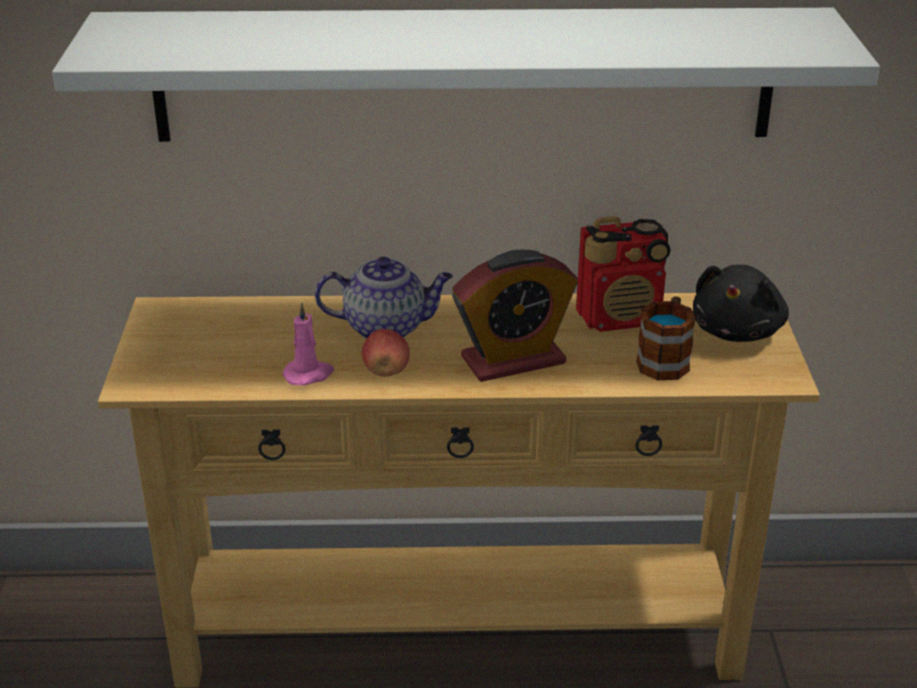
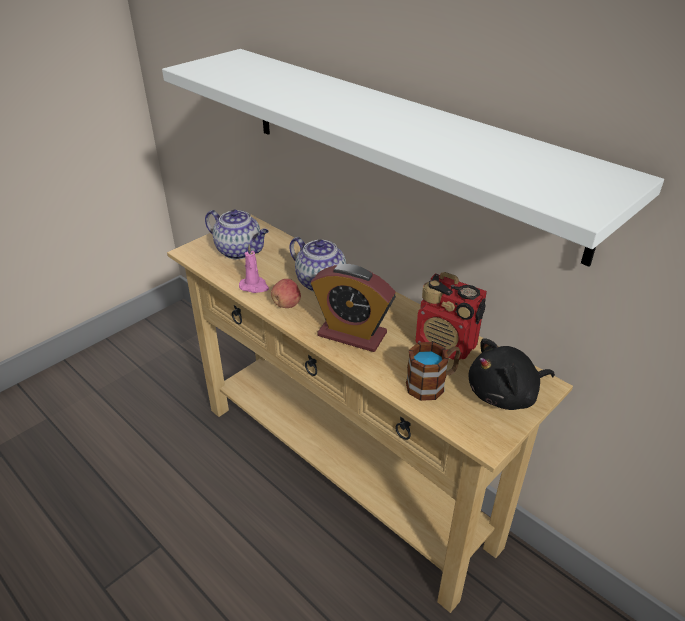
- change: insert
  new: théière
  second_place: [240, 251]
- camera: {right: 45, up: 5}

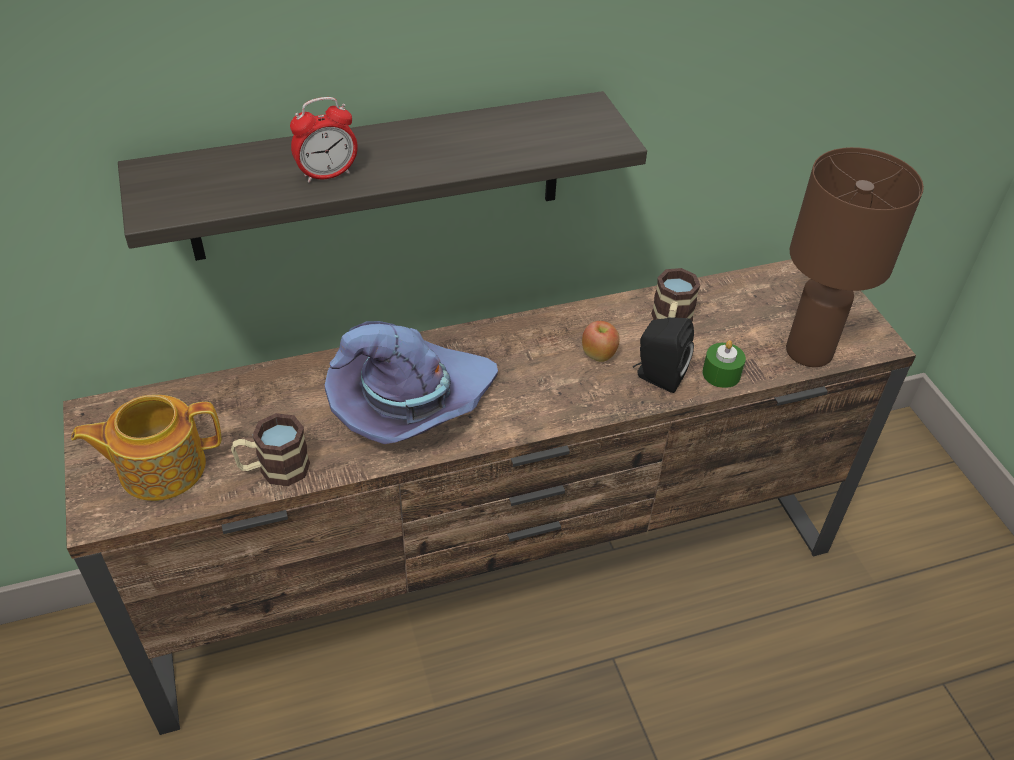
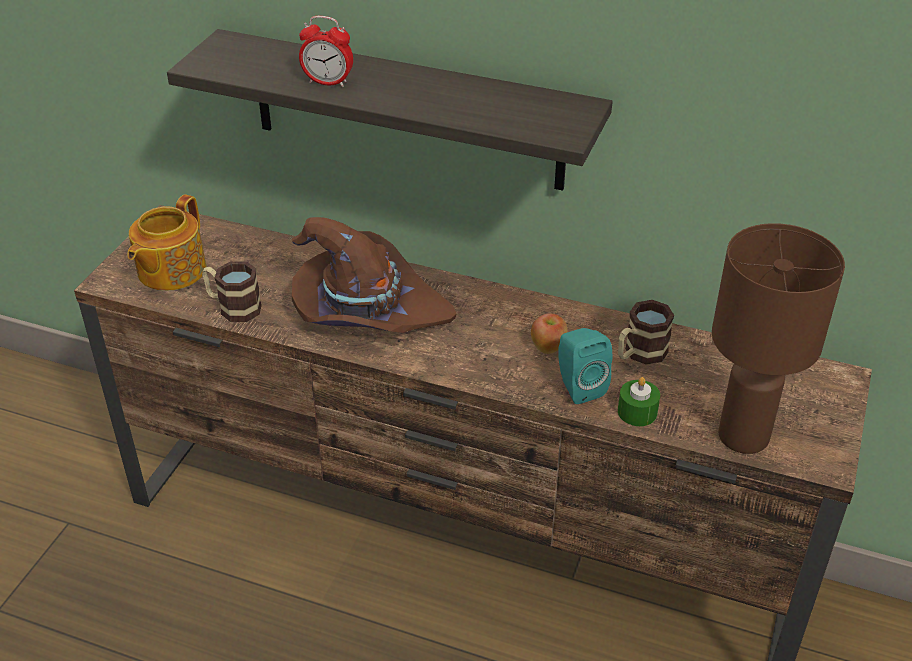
- change: rotate
  old: théière
  first_place: [160, 467]
  second_place: [170, 271]
  degrees: -90
- change: recolor
  old: chapeau/violet
  new: chapeau/marron
  first_place: [409, 402]
  second_place: [367, 310]
- change: recolor
  old: enceinte/noir
  new: enceinte/turquoise
  first_place: [657, 376]
  second_place: [578, 386]
- camera: {right: 40, up: -5}

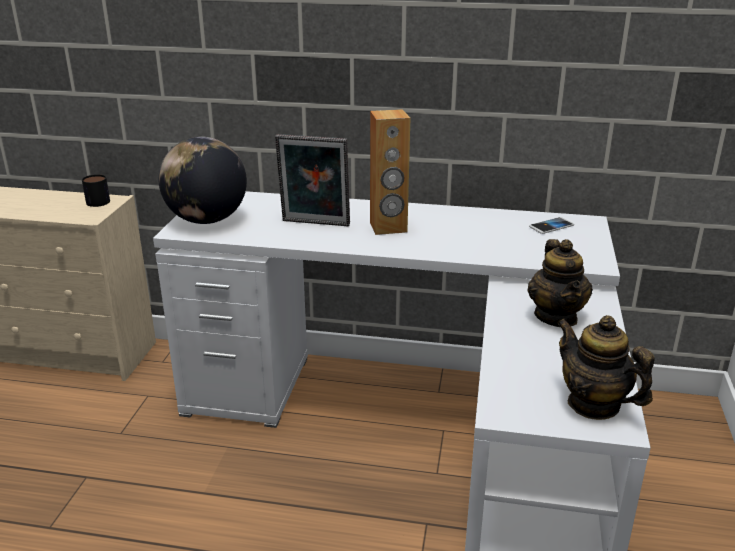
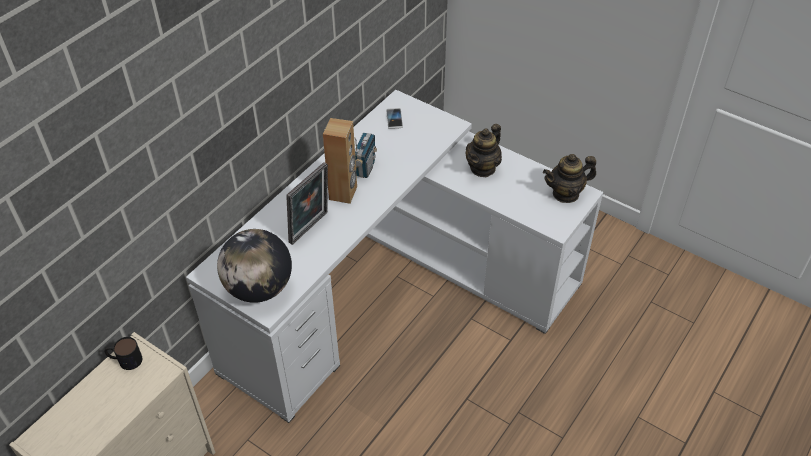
- change: insert
  new: radio
  second_place: [364, 168]
- change: rotate
  old: théière
  first_place: [556, 317]
  second_place: [483, 168]
  degrees: 105
- camera: {right: -65, up: 20}

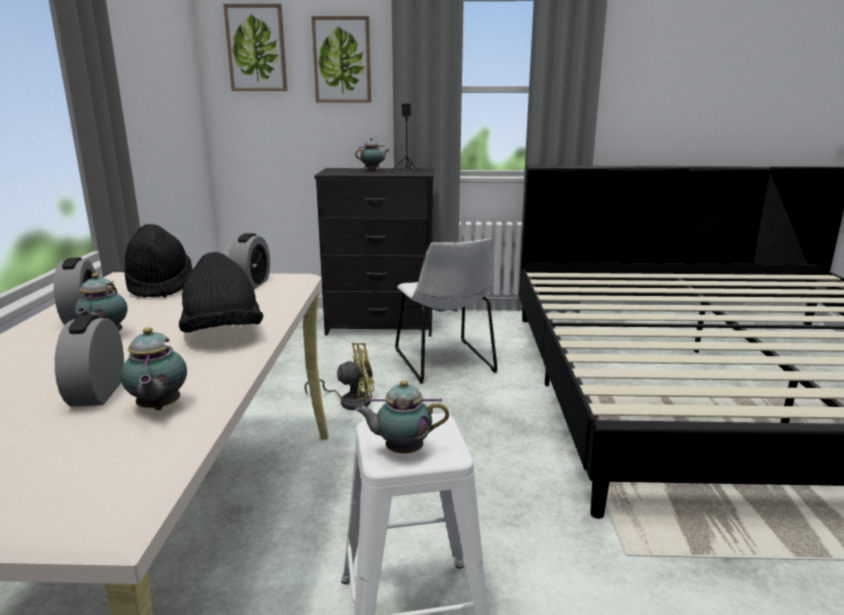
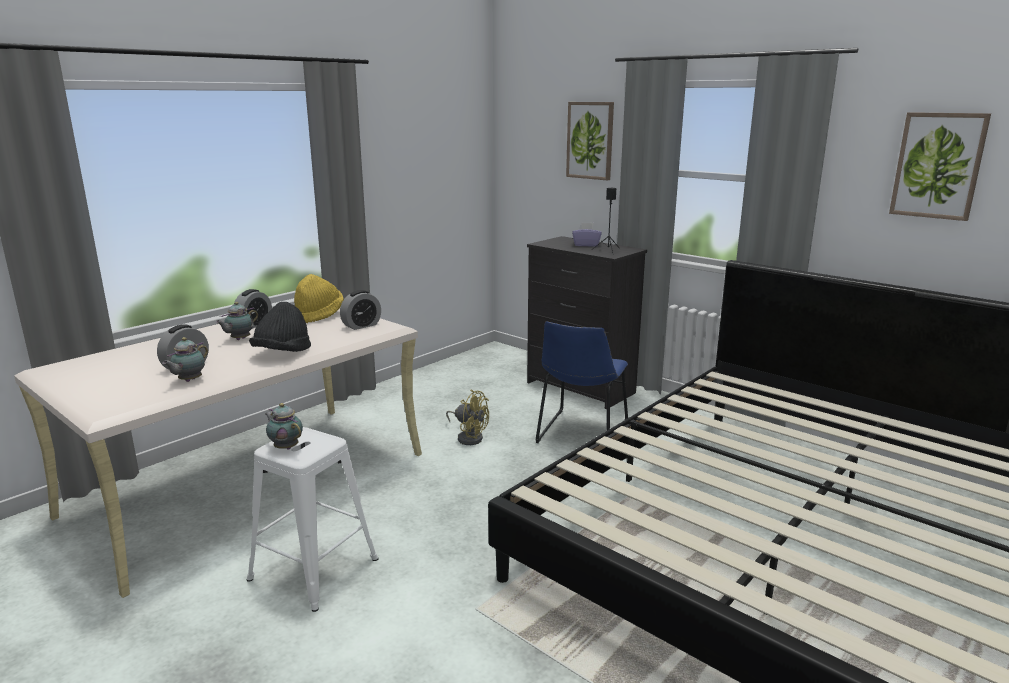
- change: recolor
  old: chapeau/noir
  new: chapeau/jaune
  first_place: [160, 286]
  second_place: [319, 315]
- change: recolor
  old: chaise/blanc
  new: chaise/bleu
  first_place: [445, 362]
  second_place: [581, 434]
- change: replace
  old: théière
  new: boîte à mouchoirs/violet
  first_place: [373, 170]
  second_place: [586, 245]
- change: move
  old: tableau
  first_place: [256, 48]
  second_place: [938, 165]
- camera: {right: 40, up: 0}

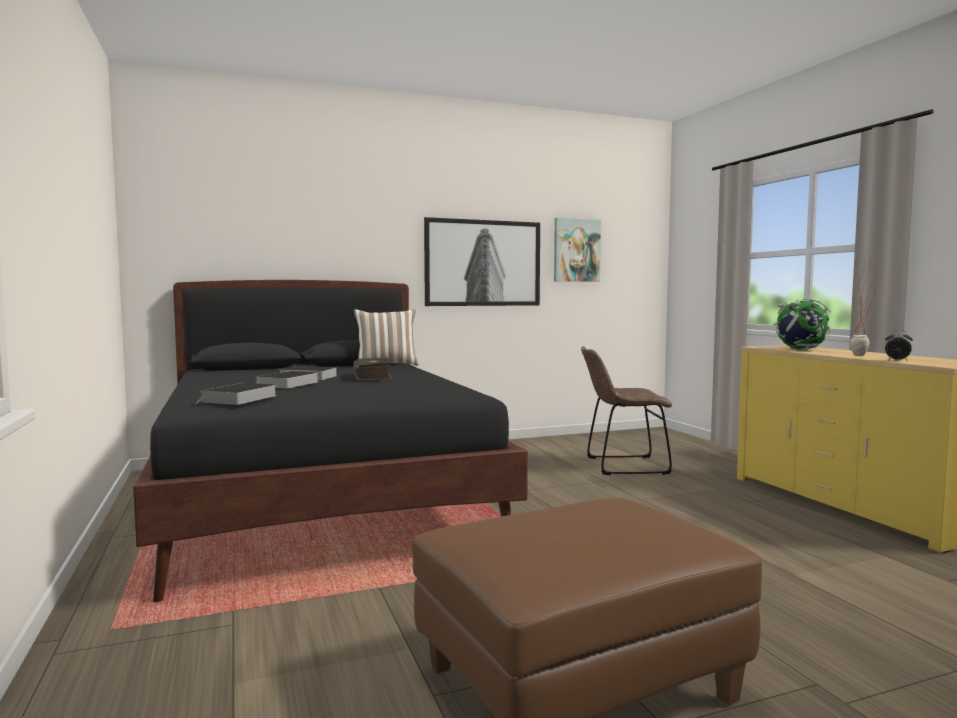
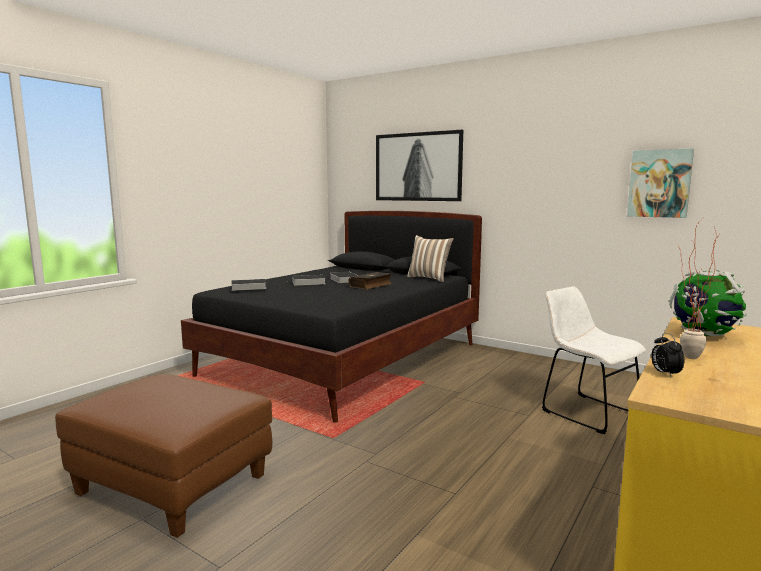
- change: move
  old: tableau
  first_place: [483, 263]
  second_place: [418, 167]
- change: recolor
  old: chaise/marron
  new: chaise/blanc
  first_place: [622, 466]
  second_place: [585, 411]
- camera: {right: 55, up: 5}

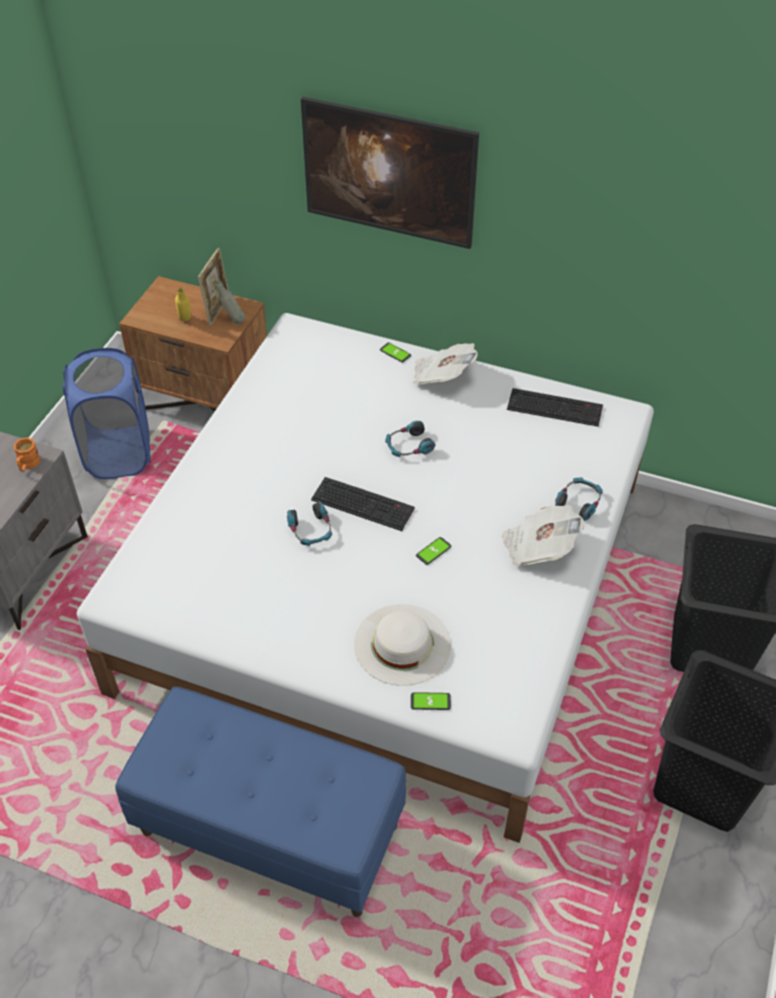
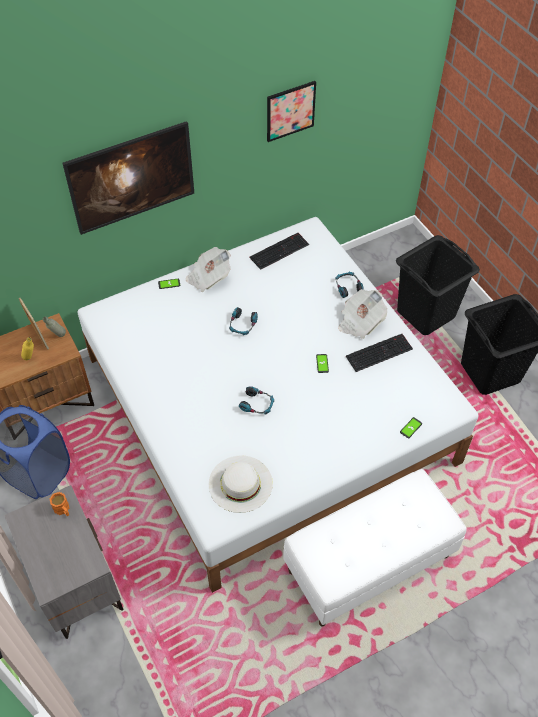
- change: move
  old: chapeau/blanc
  first_place: [402, 644]
  second_place: [240, 483]
- change: insert
  new: tableau
  second_place: [290, 111]
- change: recolor
  old: banc/bleu
  new: banc/blanc
  first_place: [271, 828]
  second_place: [369, 562]
- change: move
  old: clavier
  first_place: [364, 503]
  second_place: [379, 352]
- camera: {right: -50, up: 5}

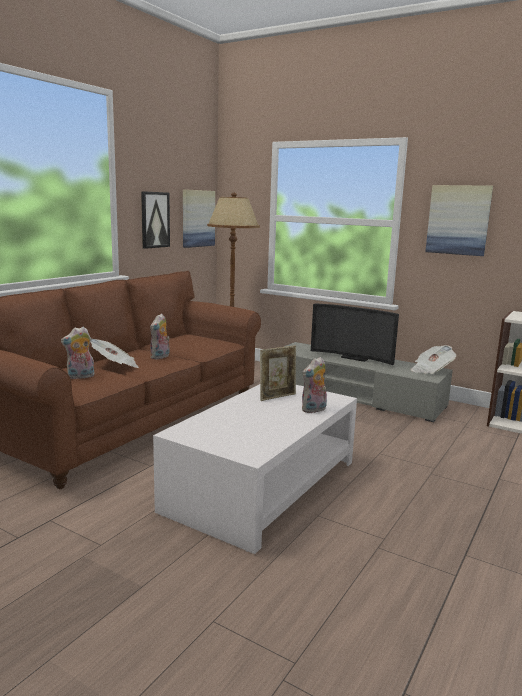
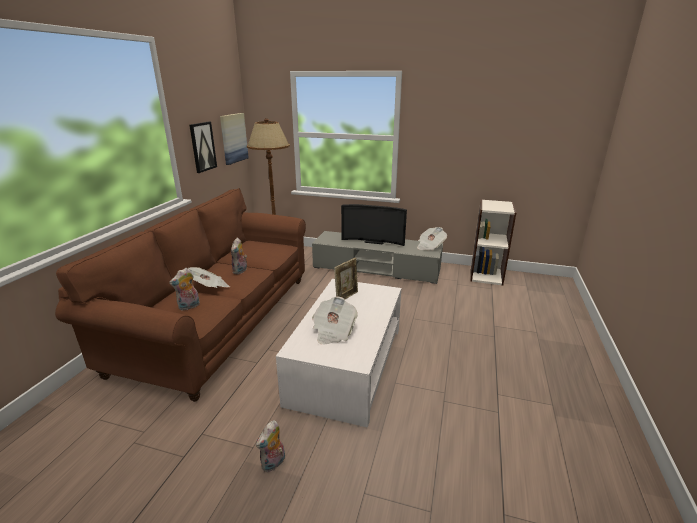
- change: move
  old: peluche
  first_place: [314, 410]
  second_place: [273, 463]
- change: insert
  new: journal
  second_place: [333, 331]
- change: delete
  old: tableau
  first_place: [458, 220]
- camera: {right: -15, up: 10}

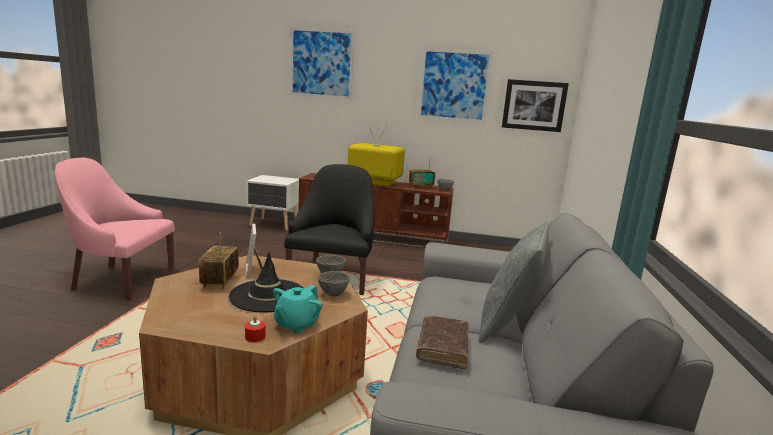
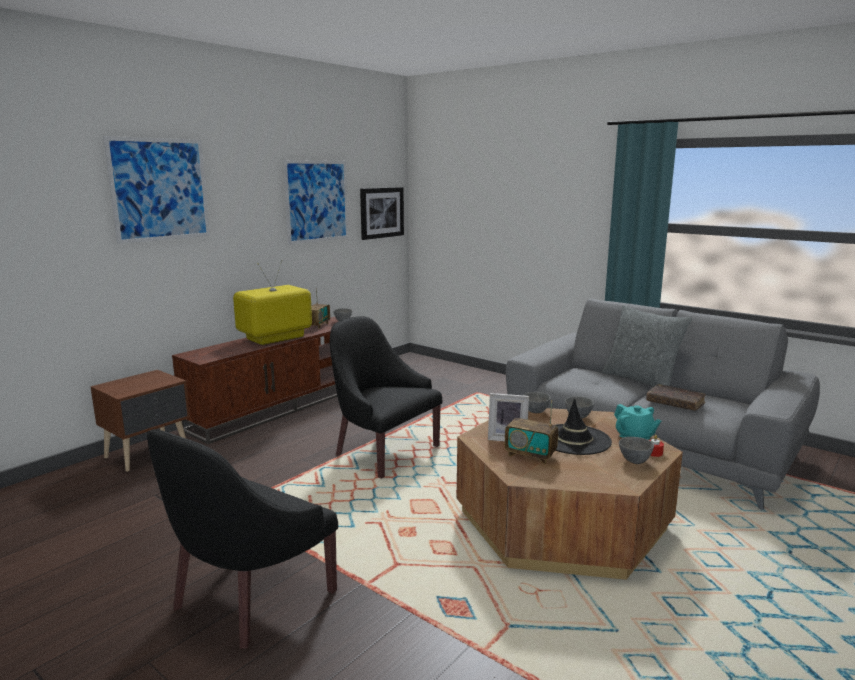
- change: recolor
  old: table de chevet/blanc
  new: table de chevet/marron
  first_place: [274, 225]
  second_place: [149, 453]
- change: recolor
  old: fauteuil/rose
  new: fauteuil/noir
  first_place: [121, 280]
  second_place: [248, 597]
- change: insert
  new: bol/gris
  second_place: [635, 462]
- camera: {right: -60, up: 0}

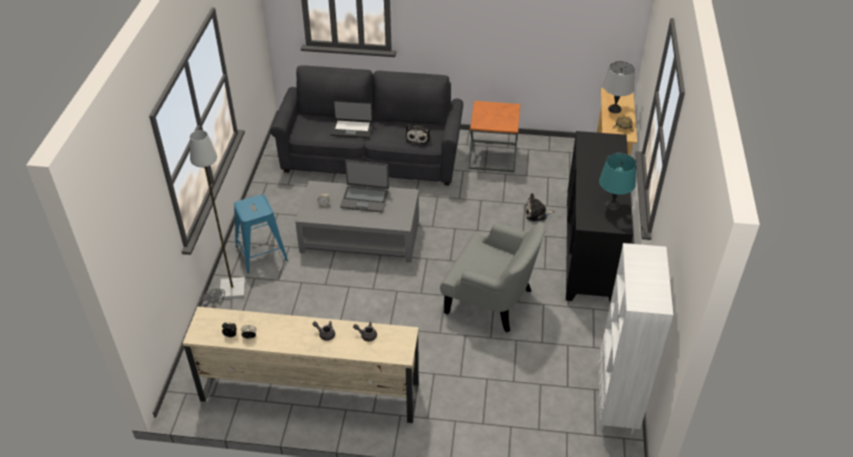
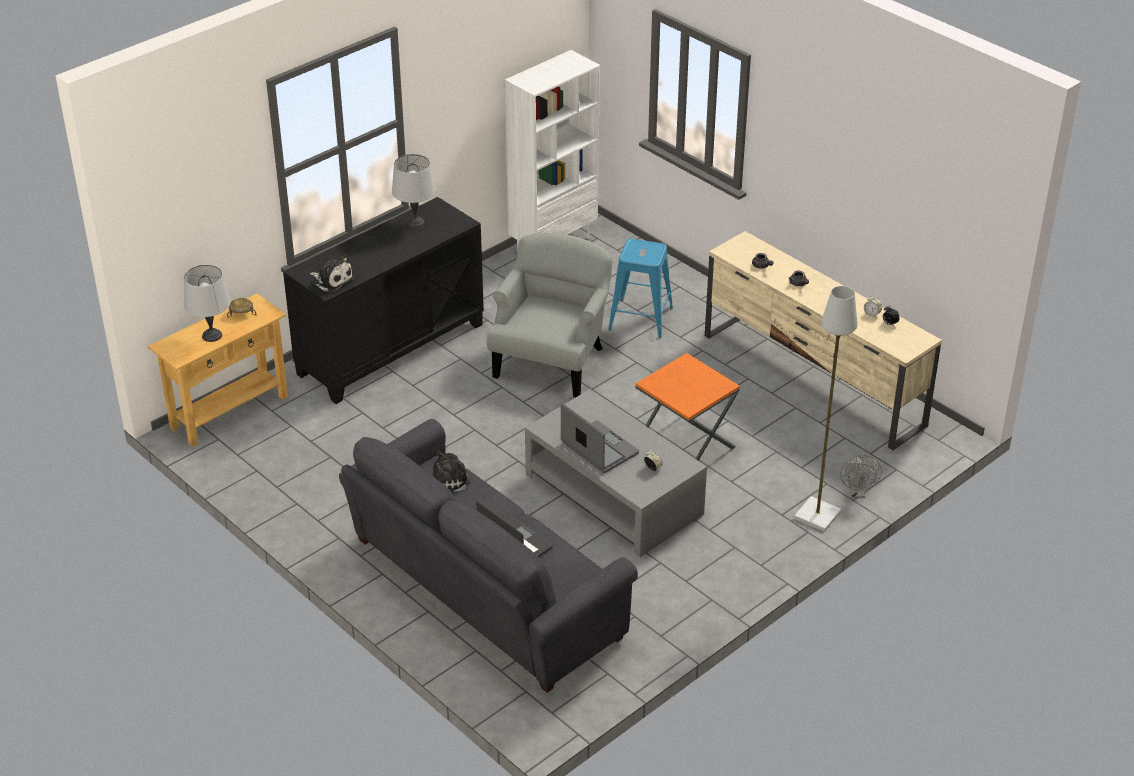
- change: move
  old: peluche
  first_place: [537, 214]
  second_place: [332, 280]
- change: recolor
  old: lampe de table/turquoise
  new: lampe de table/gris
  first_place: [612, 206]
  second_place: [415, 222]
- change: rotate
  old: fauteuil/gris
  first_place: [491, 300]
  second_place: [552, 361]
  degrees: 45
- change: move
  old: tabouret/bleu
  first_place: [261, 253]
  second_place: [640, 318]
- change: move
  old: table d'appoint/orange
  first_place: [493, 156]
  second_place: [684, 446]
- camera: {right: -140, up: -5}

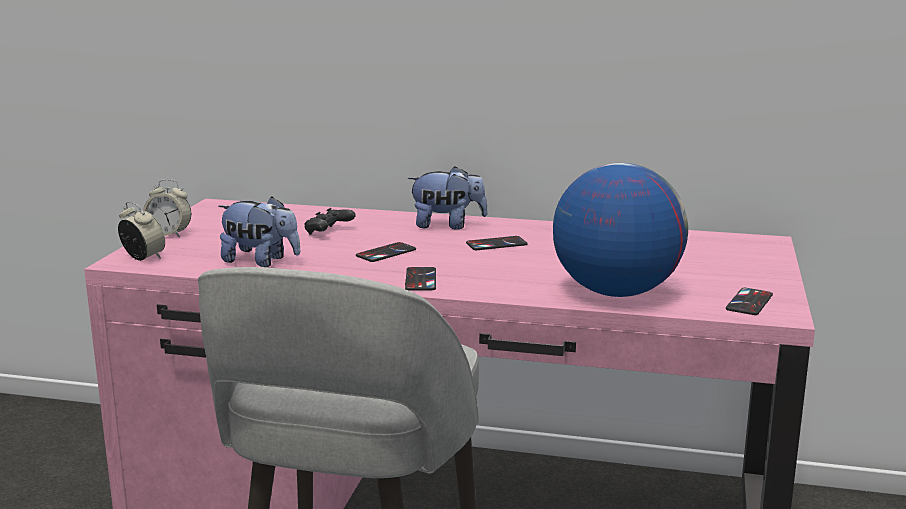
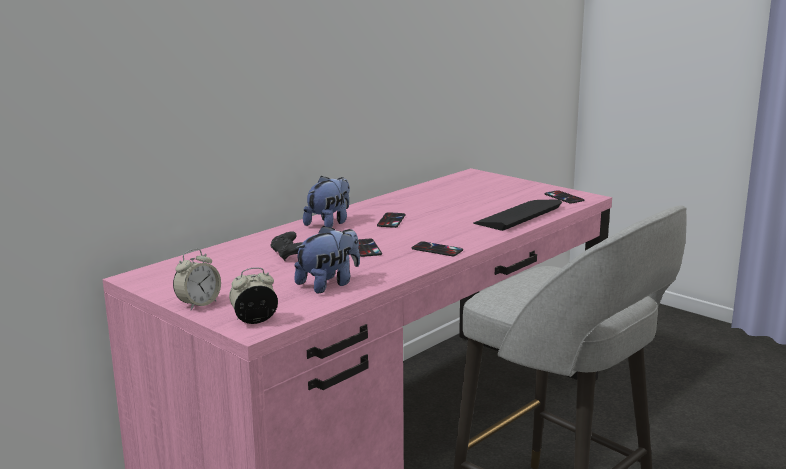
- change: replace
  old: globe
  new: clavier
  first_place: [615, 292]
  second_place: [518, 215]
- camera: {right: -60, up: 0}

